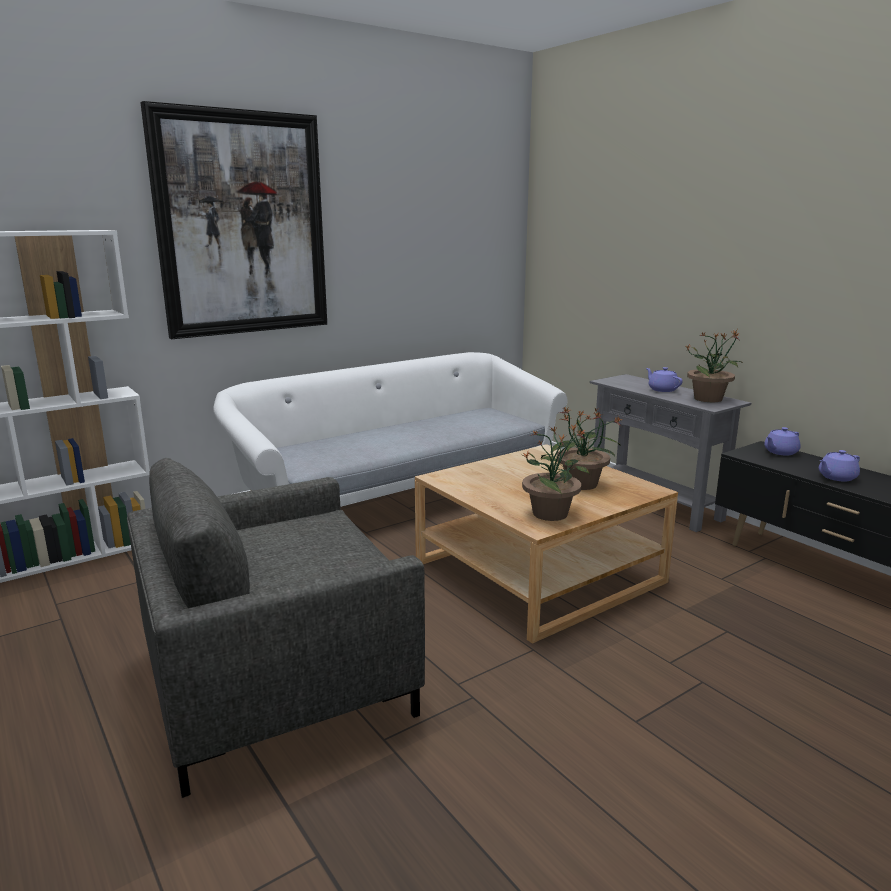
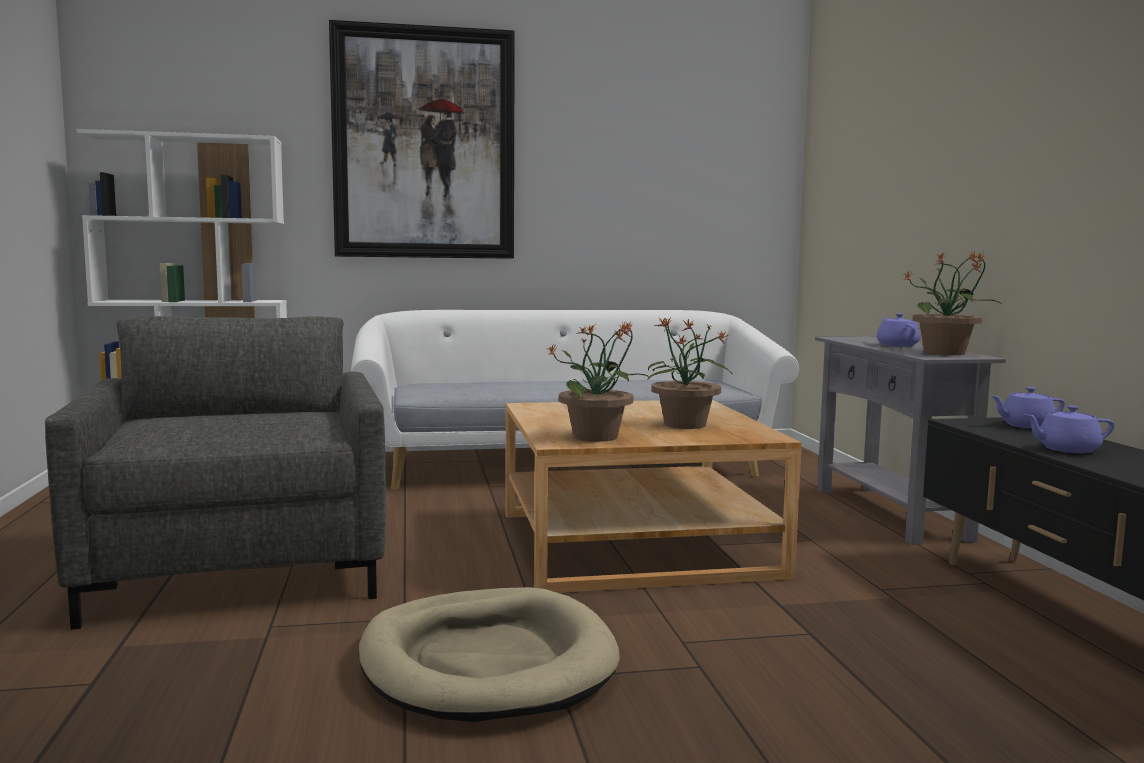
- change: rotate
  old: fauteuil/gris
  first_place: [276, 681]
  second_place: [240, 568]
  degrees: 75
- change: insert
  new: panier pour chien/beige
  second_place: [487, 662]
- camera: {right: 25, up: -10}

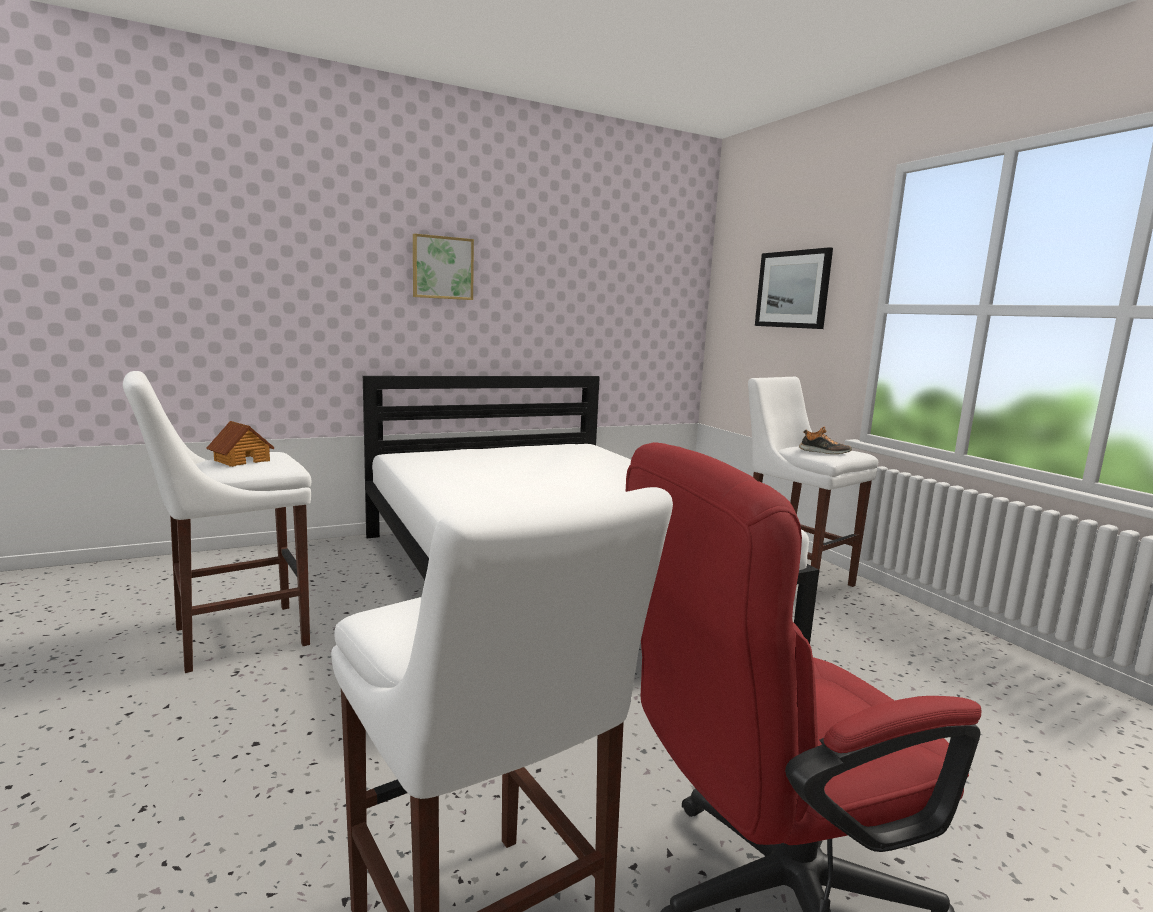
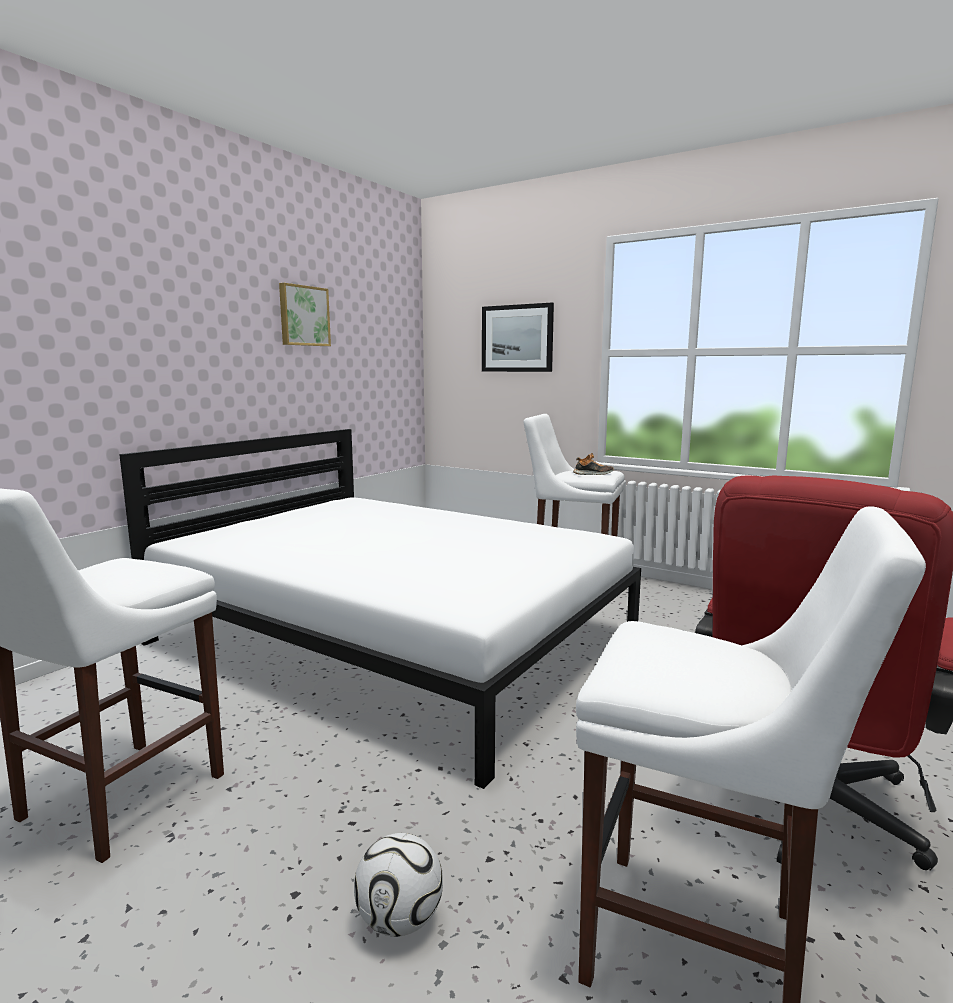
- change: move
  old: tableau
  first_place: [442, 268]
  second_place: [303, 316]
- change: insert
  new: ballon de foot
  second_place: [399, 920]
- change: delete
  old: maison miniature
  first_place: [241, 460]
- camera: {right: -30, up: 0}

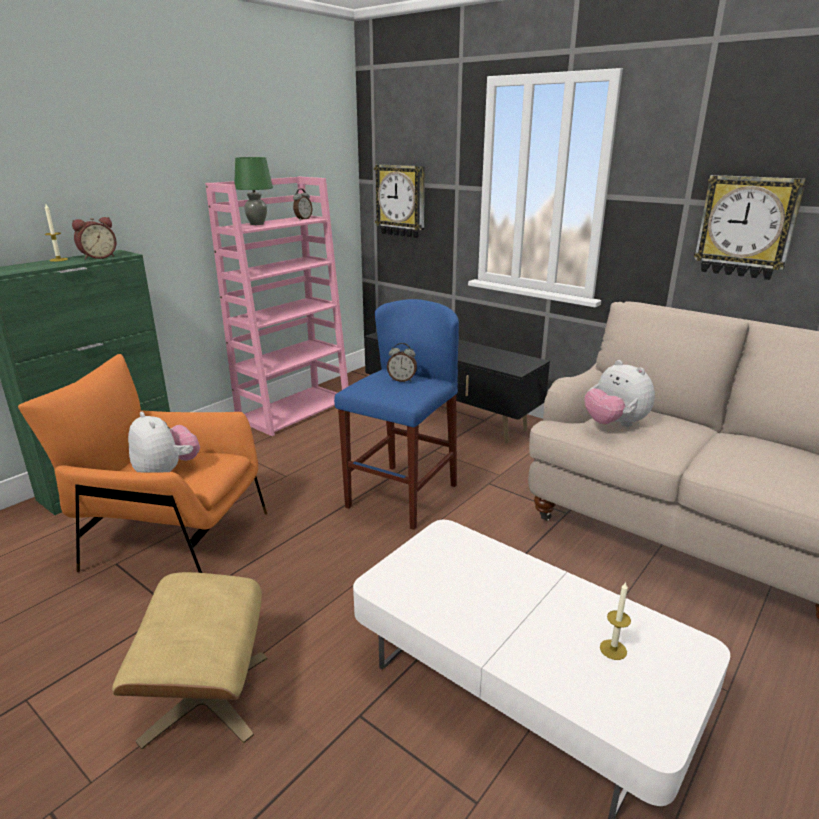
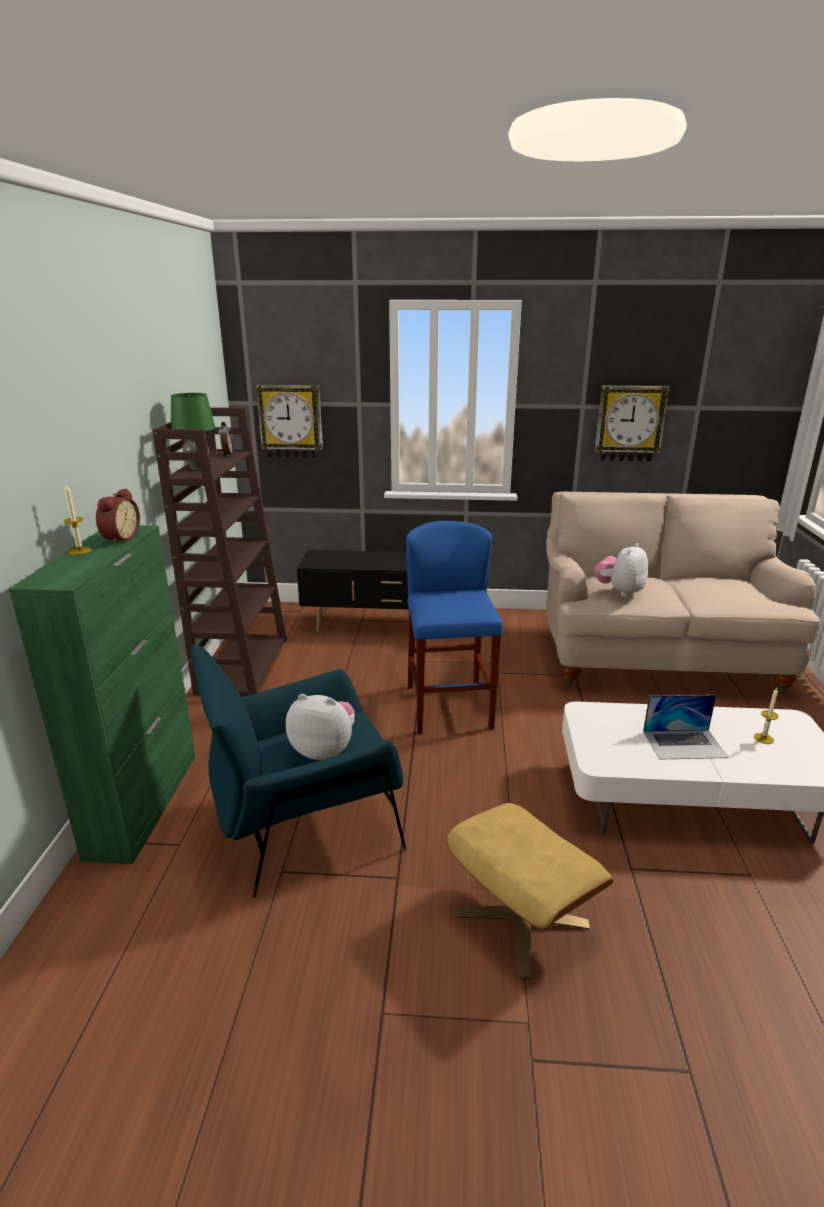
- change: recolor
  old: bibliothèque/rose
  new: bibliothèque/marron
  first_place: [295, 410]
  second_place: [242, 665]
- change: recolor
  old: fauteuil/orange
  new: fauteuil/bleu
  first_place: [172, 540]
  second_place: [305, 826]
- change: rotate
  old: peluche
  first_place: [614, 424]
  second_place: [620, 591]
  degrees: 105
- change: insert
  new: ordinateur portable
  second_place: [684, 744]
- change: delete
  old: réveil
  first_place: [402, 380]
- camera: {right: -35, up: 0}

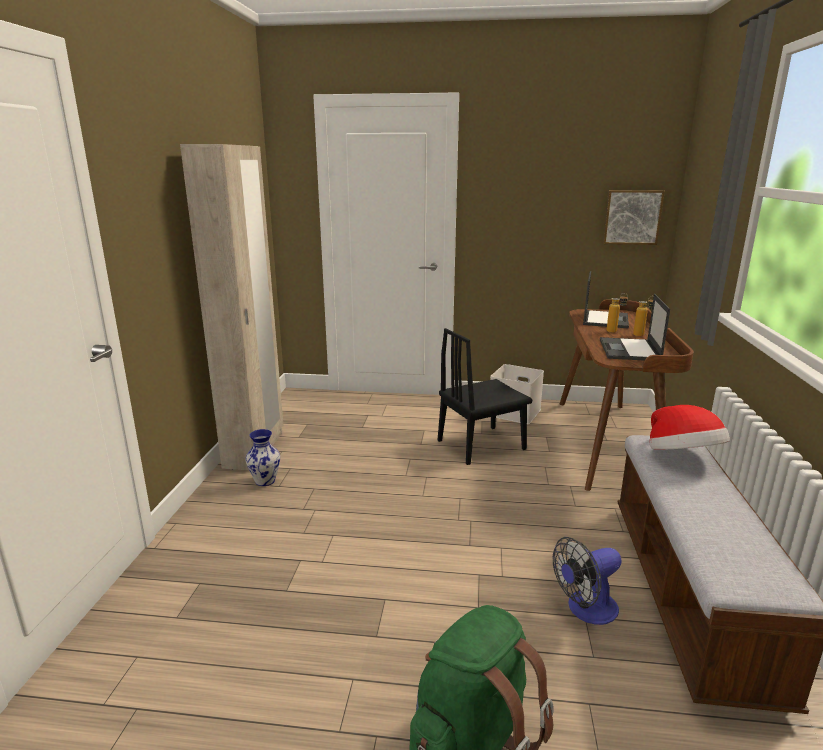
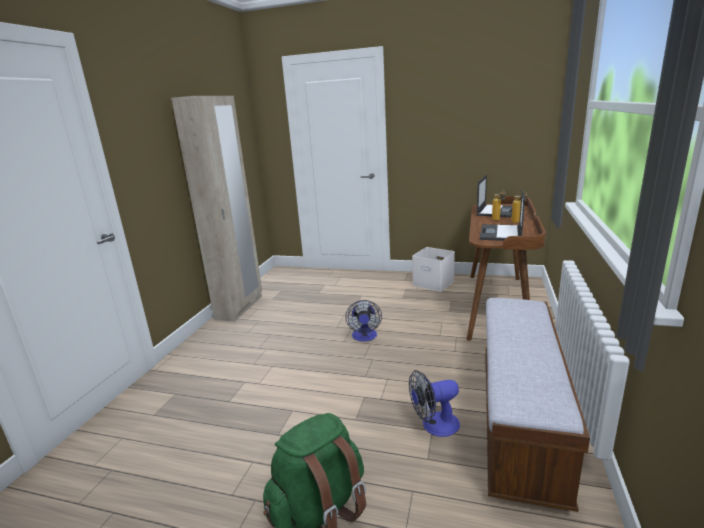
- change: insert
  new: ventilateur
  second_place: [364, 337]
- change: delete
  old: vase
  first_place: [265, 481]
- change: delete
  old: chaise/noir
  first_place: [481, 445]
- change: delete
  old: tableau
  first_place: [632, 217]
- change: delete
  old: chapeau
  first_place: [682, 457]
- camera: {right: 10, up: 0}

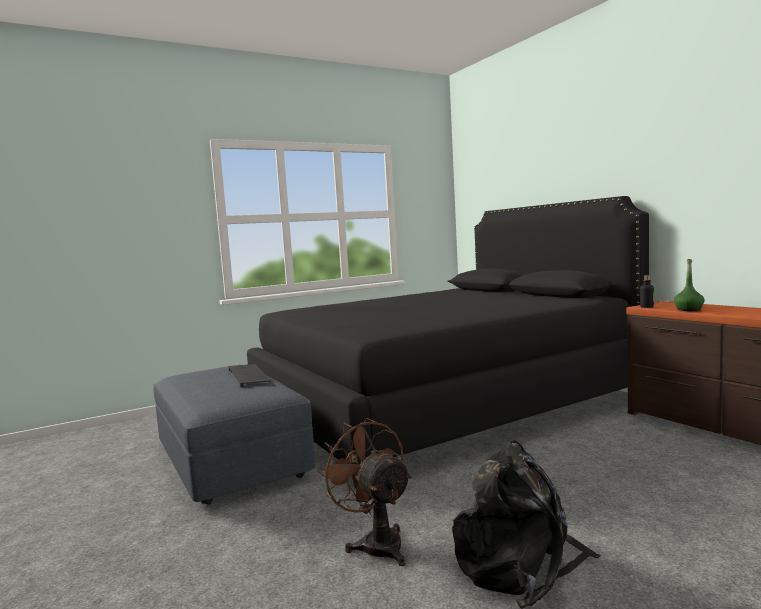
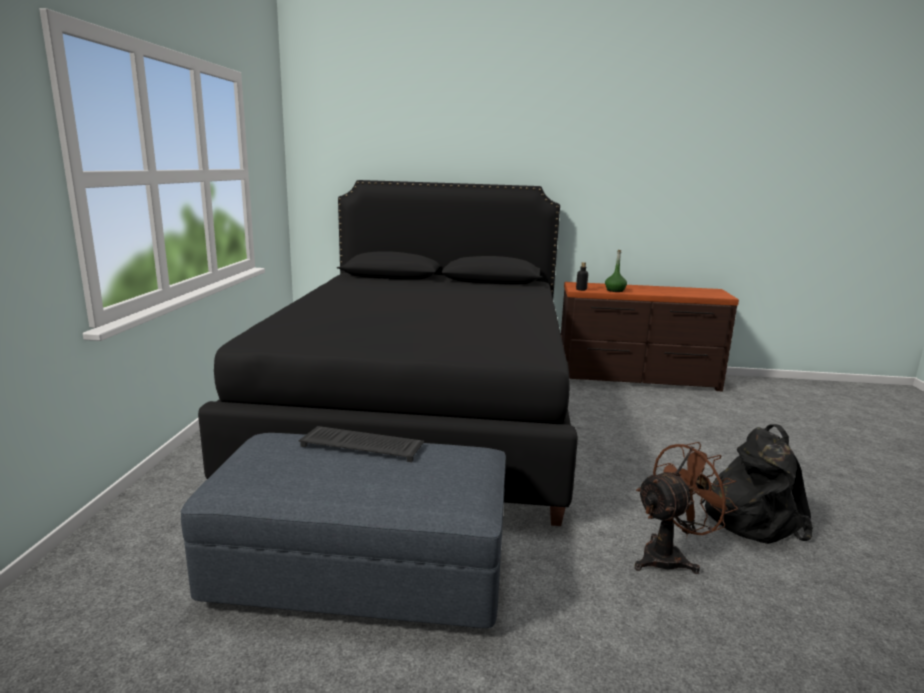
- change: rotate
  old: ventilateur/marron
  first_place: [375, 543]
  second_place: [670, 556]
  degrees: 150
- camera: {right: -55, up: 10}

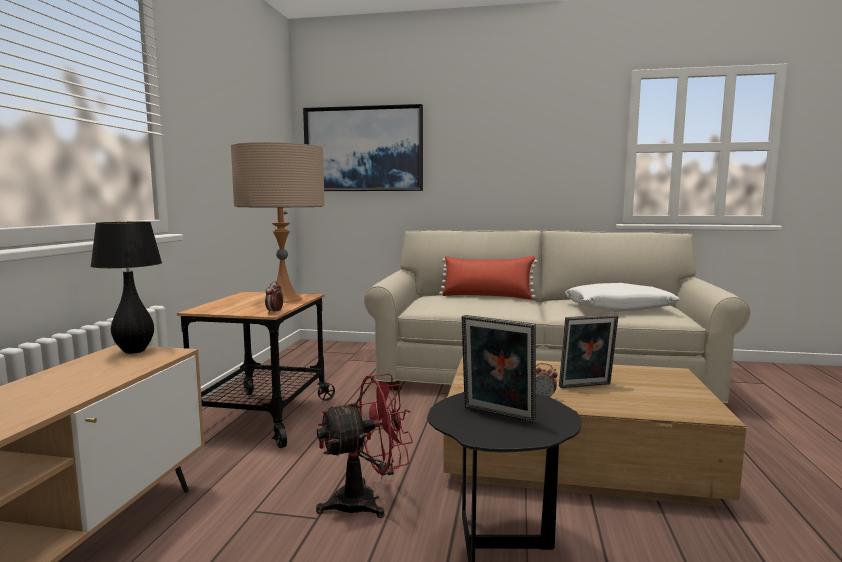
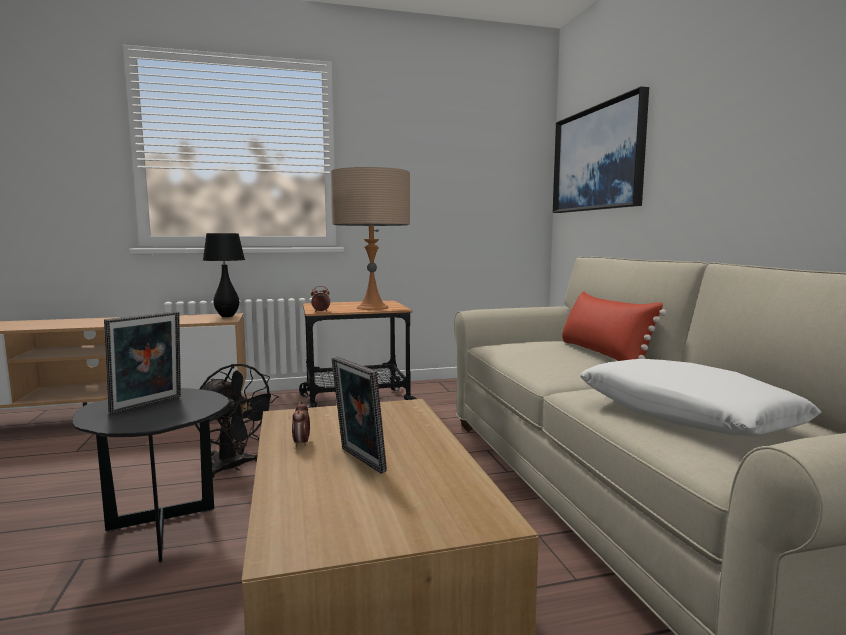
- change: rotate
  old: cadre photo
  first_place: [497, 415]
  second_place: [148, 405]
  degrees: -150
- change: recolor
  old: ventilateur/rouge
  new: ventilateur/noir
  first_place: [366, 501]
  second_place: [233, 467]
- camera: {right: 65, up: 0}

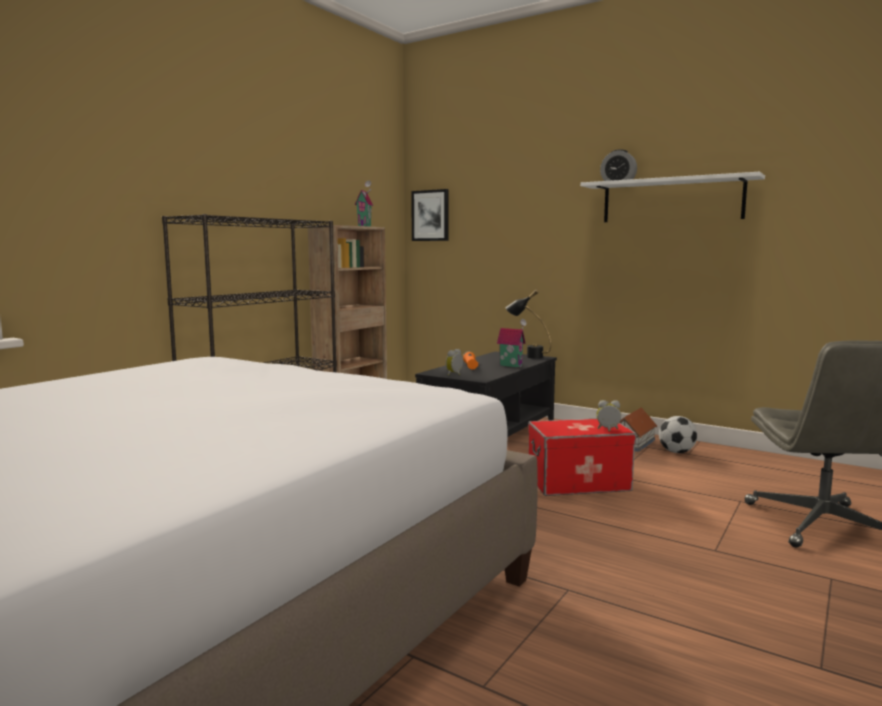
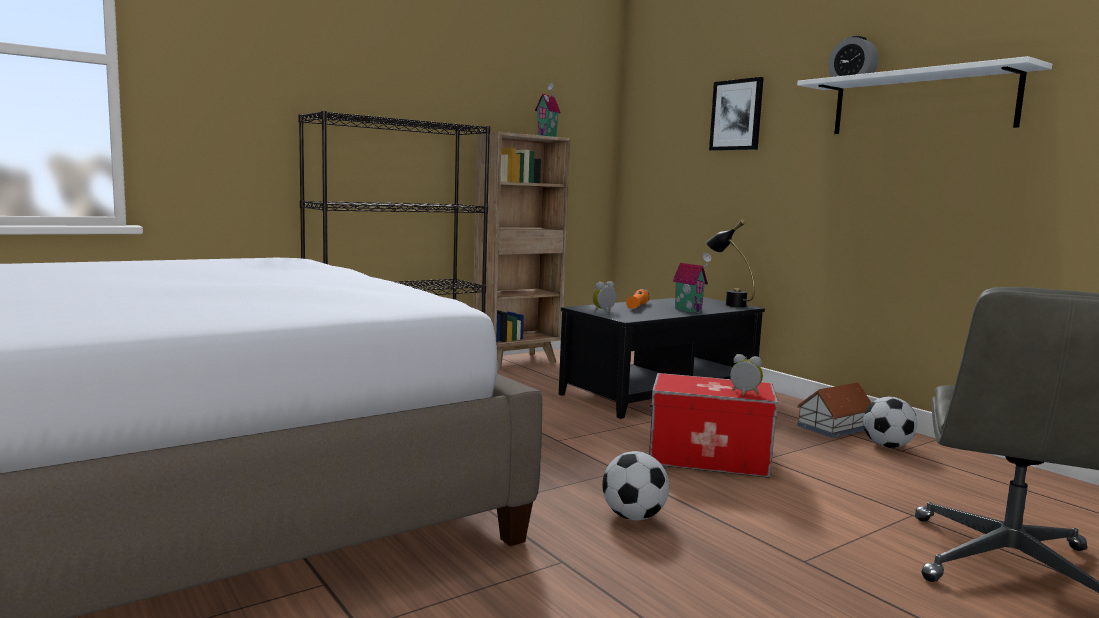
- change: insert
  new: ballon de foot
  second_place: [634, 517]
- change: move
  old: tableau
  first_place: [430, 215]
  second_place: [736, 115]
- camera: {right: 20, up: 0}

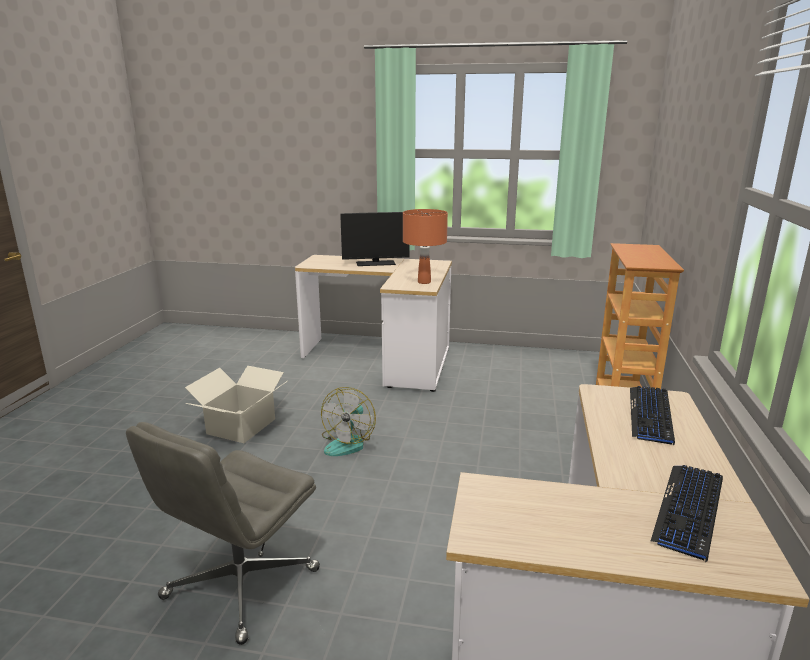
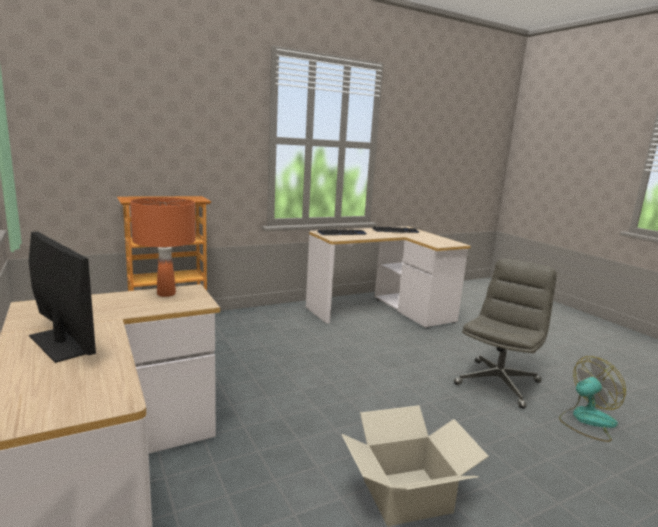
- change: rotate
  old: chaise de bureau/gris
  first_place: [240, 585]
  second_place: [497, 382]
  degrees: -45
- change: move
  old: ventilateur
  first_place: [348, 442]
  second_place: [586, 420]
- camera: {right: -130, up: -5}

